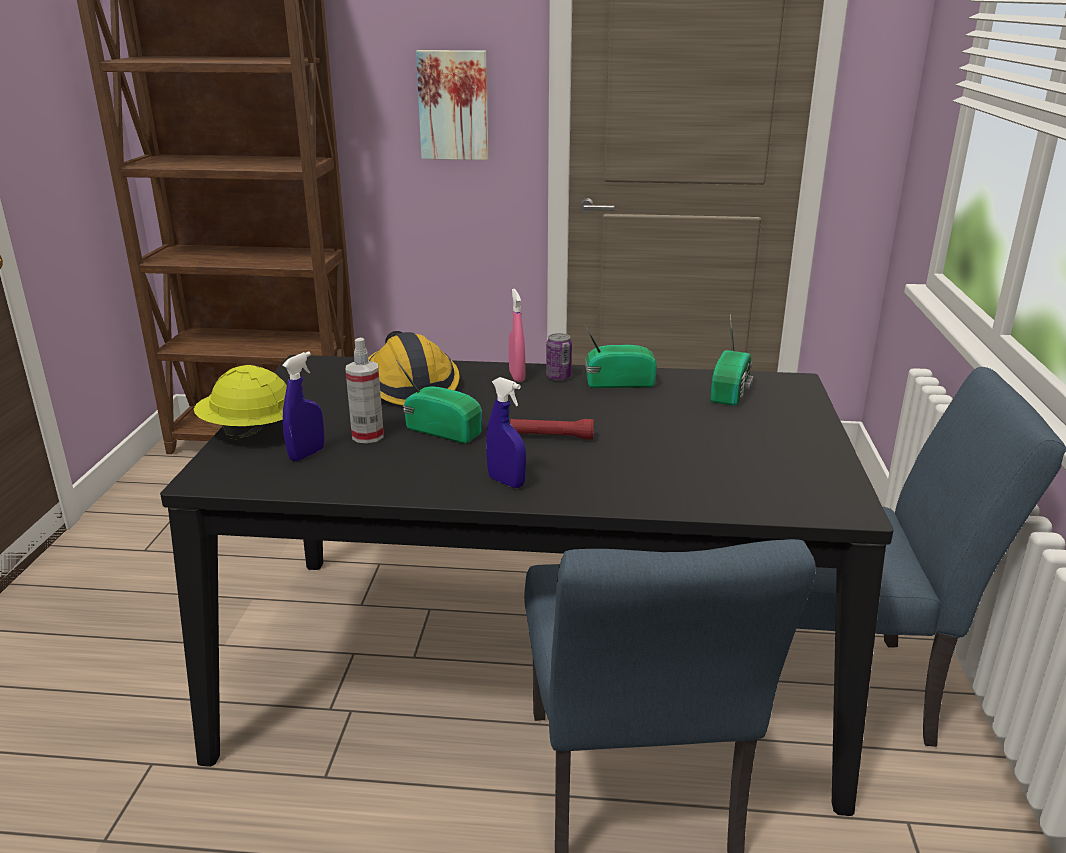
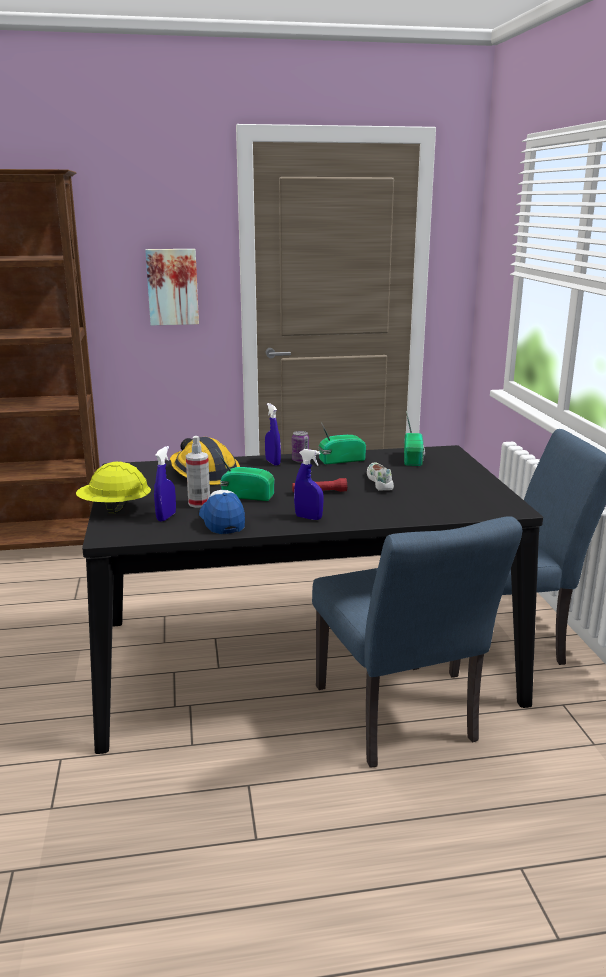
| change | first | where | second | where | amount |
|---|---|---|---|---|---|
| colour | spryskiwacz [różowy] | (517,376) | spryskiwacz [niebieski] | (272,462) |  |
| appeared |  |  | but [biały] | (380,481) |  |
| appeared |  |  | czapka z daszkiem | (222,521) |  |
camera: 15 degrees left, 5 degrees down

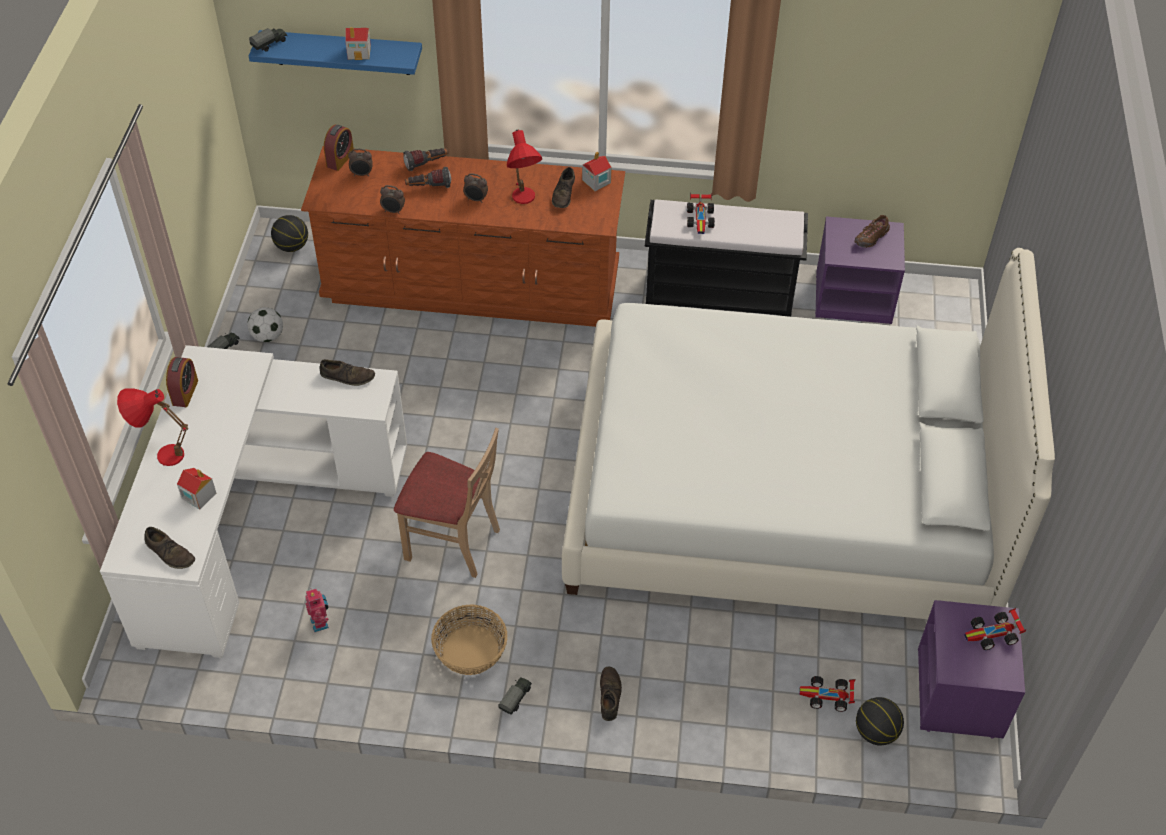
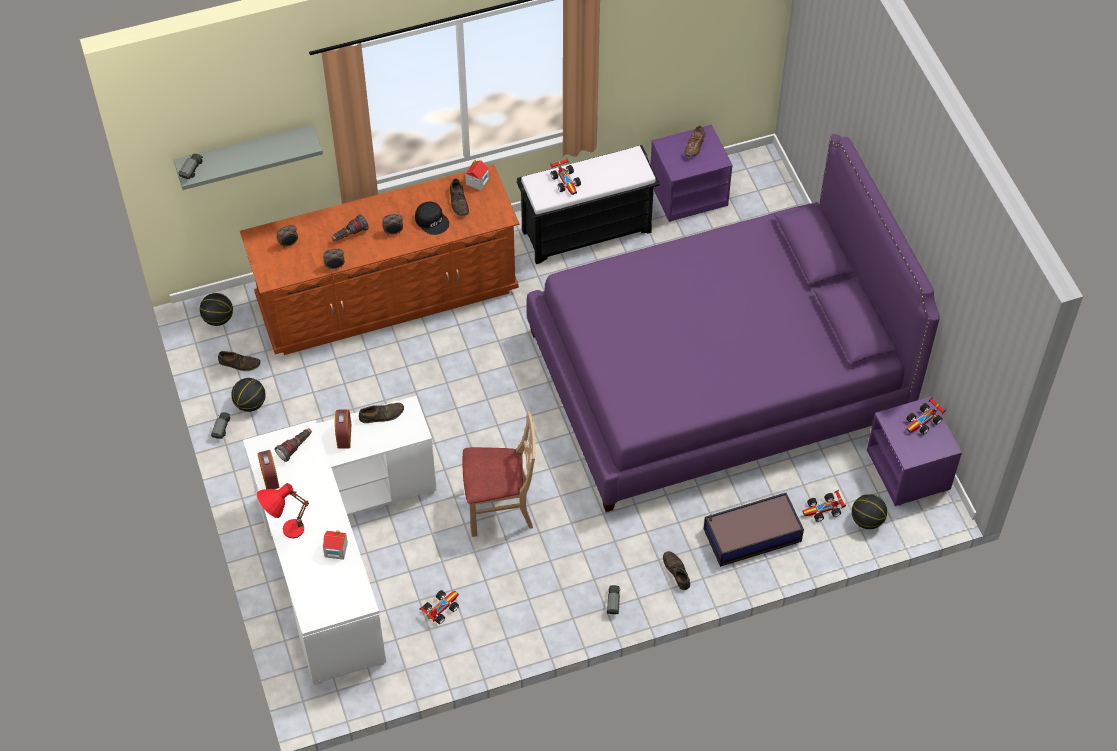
| change | first | where | second | where | amount |
|---|---|---|---|---|---|
| missing | domek | (359,52) |  |  |  |
| colour | półka [niebieski] | (342,52) | półka [szary] | (245,153) |  |
| relocated | budzik | (340,159) |  | (344,435) |  |
| exchanged | lampa stołowa [czerwony] | (524,202) | czapka z daszkiem [czarny] | (432,220) |  |
| relocated | latarka | (426,164) |  | (296,448) |  |
| colour | łóżko [biały] | (782,497) | łóżko [fioletowy] | (718,376) |  |
| exchanged | piłka futbolowa | (267,336) | piłka do koszykówki | (250,404) |  |
| relocated | but [brązowy] | (170,553) |  | (239,363) |  |
| exchanged | robot zabawkowy | (321,623) | samochodzik | (440,608) |  |
| missing | koszyk | (470,651) |  |  |  |
| appeared |  |  | pojemnik do przechowywania | (751,535) |  |
camera: 25 degrees left, 5 degrees up

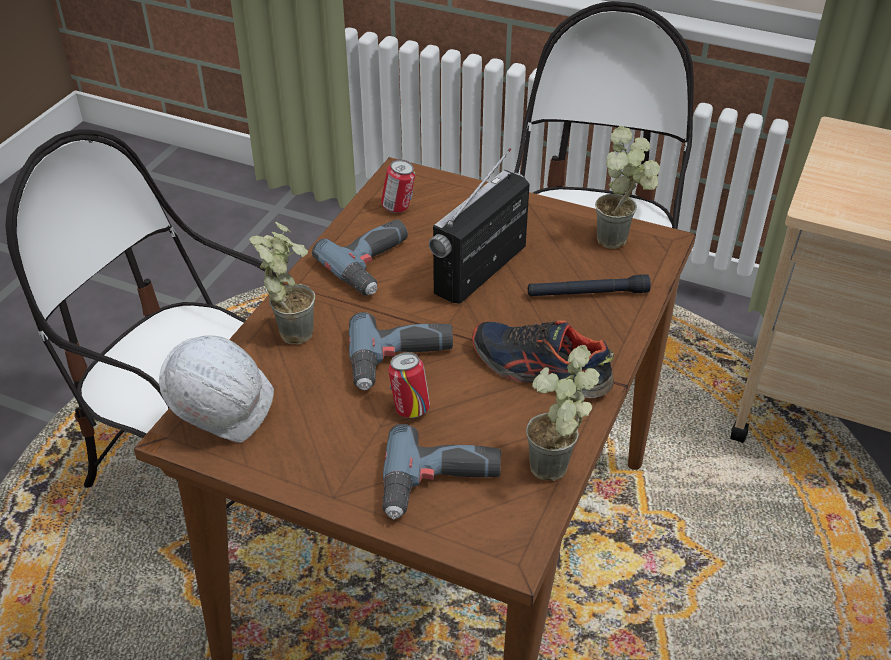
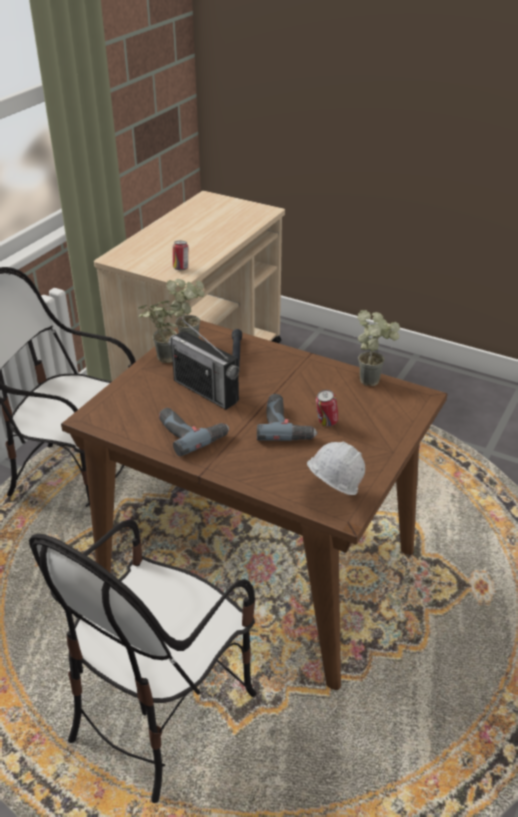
| change | first | where | second | where | amount |
|---|---|---|---|---|---|
| relocated | puszka | (398,208) |  | (181,268) |  |
| relocated | roślina doniczkowa | (290,329) |  | (161,360) |  |
| missing | but | (539,370) |  |  |  |
| missing | wiertarka | (441,485) |  |  |  |
camera: 85 degrees left, 5 degrees down

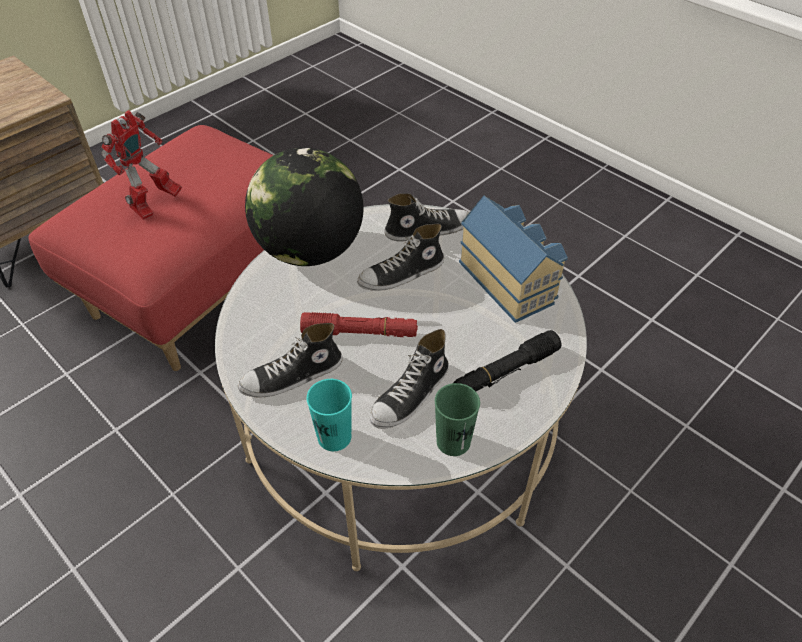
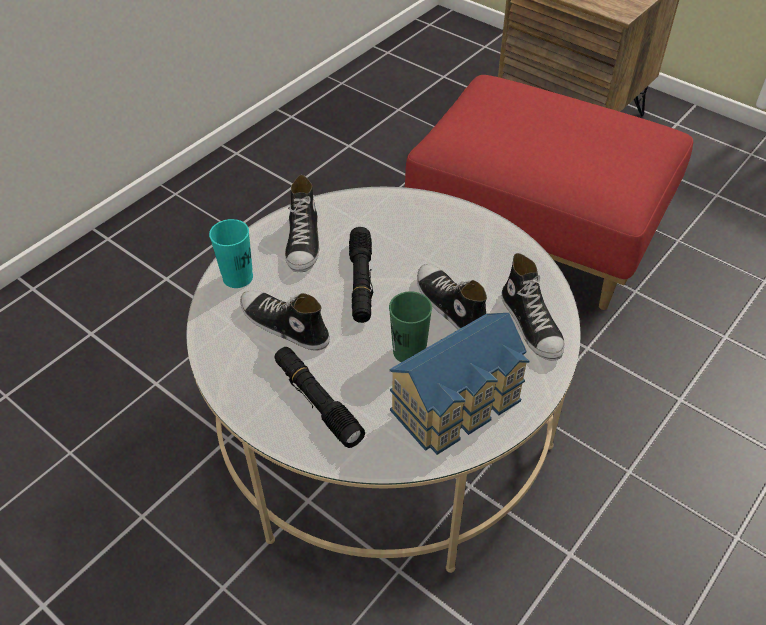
| change | first | where | second | where | amount |
|---|---|---|---|---|---|
| missing | robot zabawkowy | (154,205) |  |  |  |
| missing | globus | (310,250) |  |  |  |
| colour | latarka [czerwony] | (360,333) | latarka [czarny] | (361,282) |  |
| spun | but | (292,377) |  | (303,242) | 150 degrees counterclockwise |
| relocated | filiżanka [zielony] | (453,441) |  | (409,351) |  |
camera: 85 degrees right, 0 degrees up

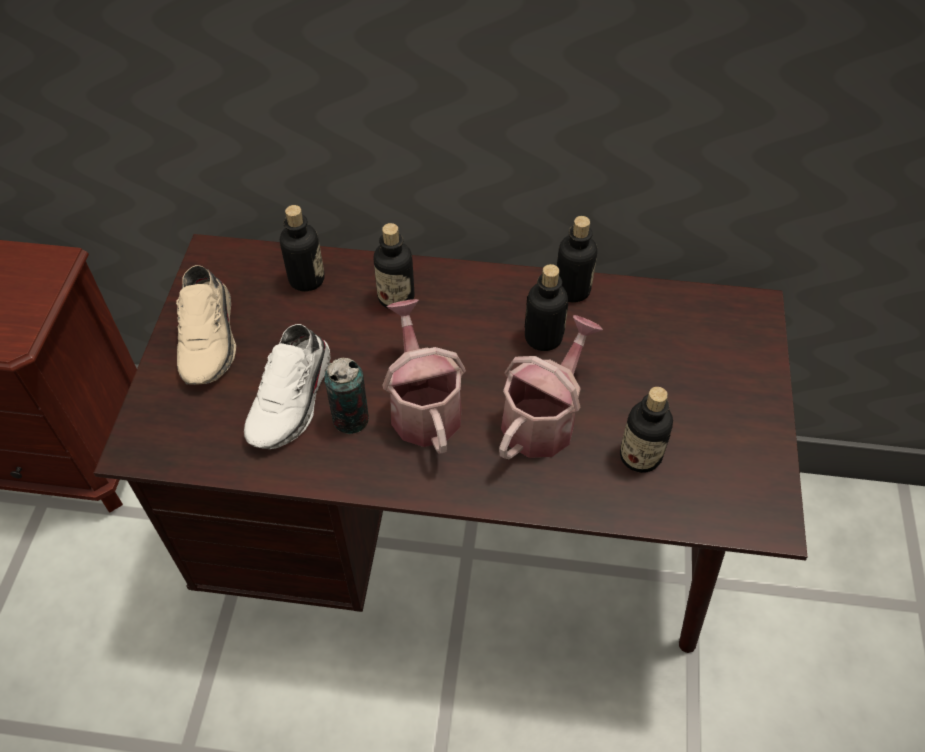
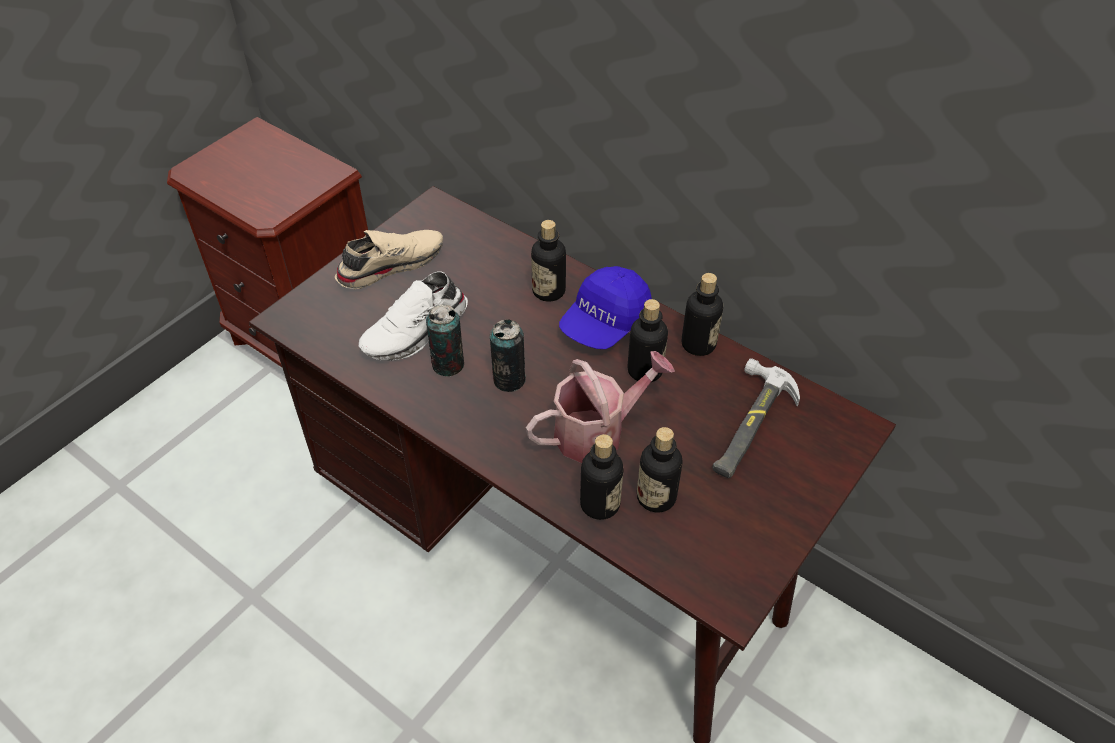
| change | first | where | second | where | amount |
|---|---|---|---|---|---|
| relocated | butelka | (306,279) |  | (600,504) |  |
| spun | but [beżowy] | (210,338) |  | (390,264) | 150 degrees counterclockwise |
| exchanged | konewka | (423,406) | puszka | (509,379) |  |
| appeared |  |  | czapka z daszkiem [niebieski] | (605,323) |  |
| appeared |  |  | młotek | (748,424) |  |
camera: 30 degrees right, 5 degrees down

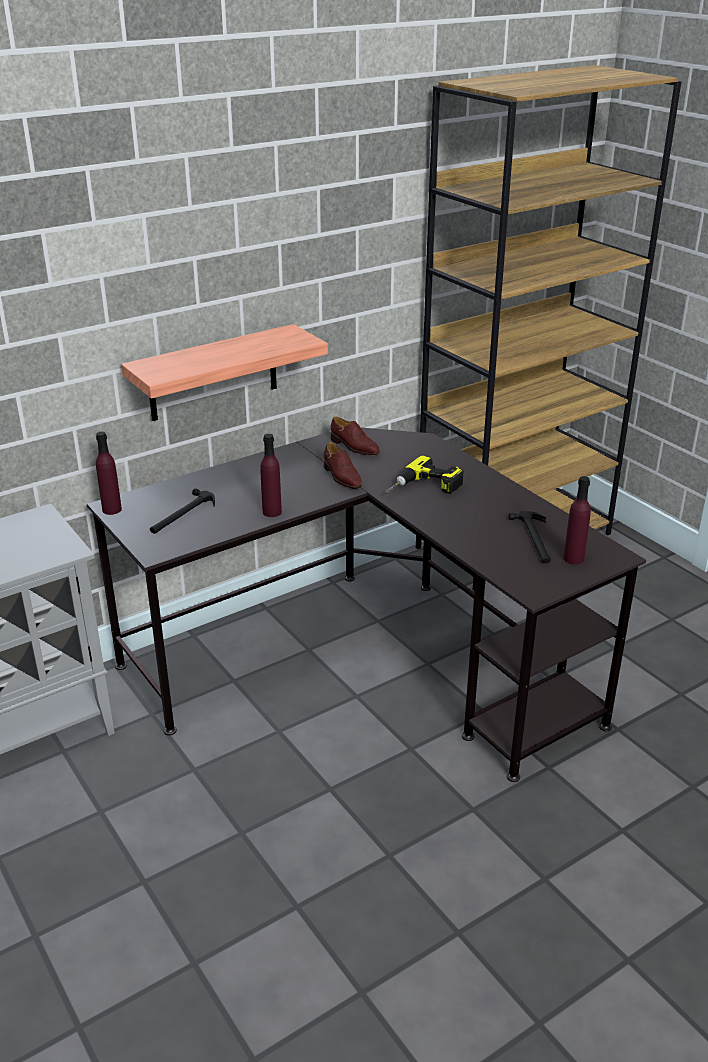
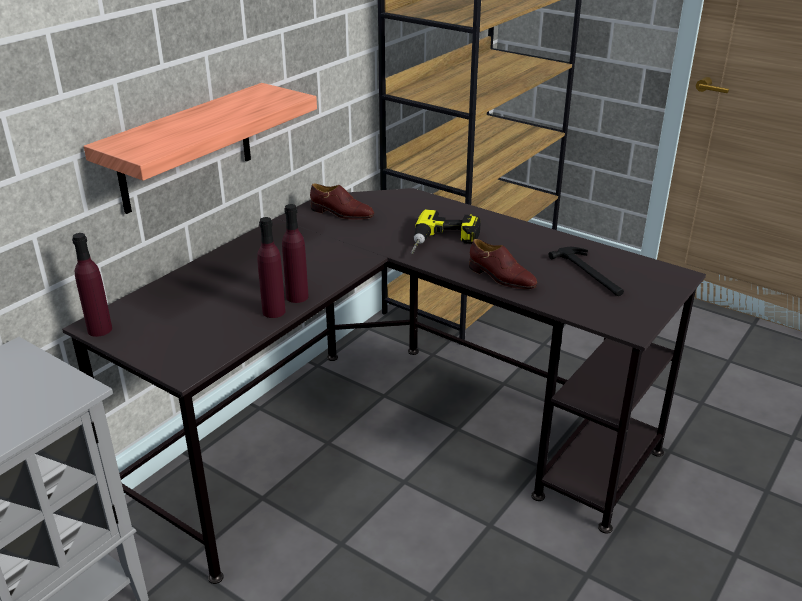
| change | first | where | second | where | amount |
|---|---|---|---|---|---|
| relocated | but [brązowy] | (341,477) |  | (501,277) |  |
| relocated | butelka [fioletowy] | (573,558) |  | (274,311) |  |
| missing | młotek | (182,515) |  |  |  |
camera: 20 degrees left, 0 degrees up

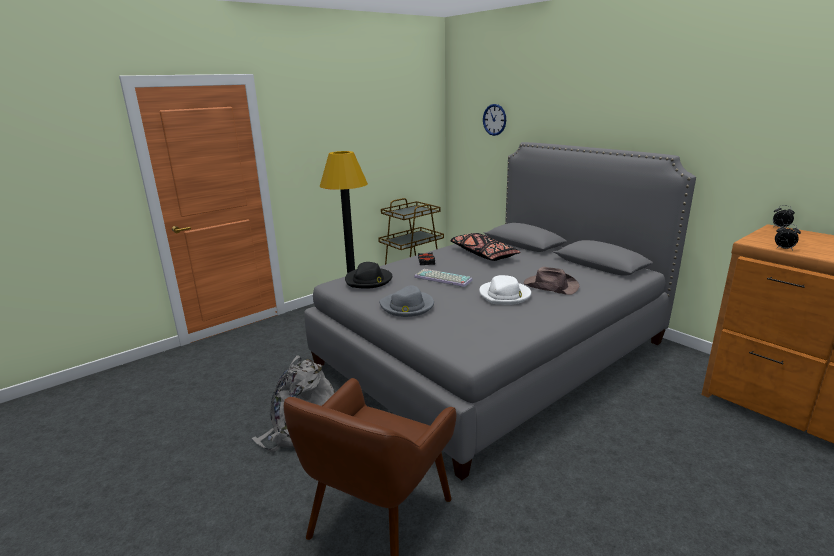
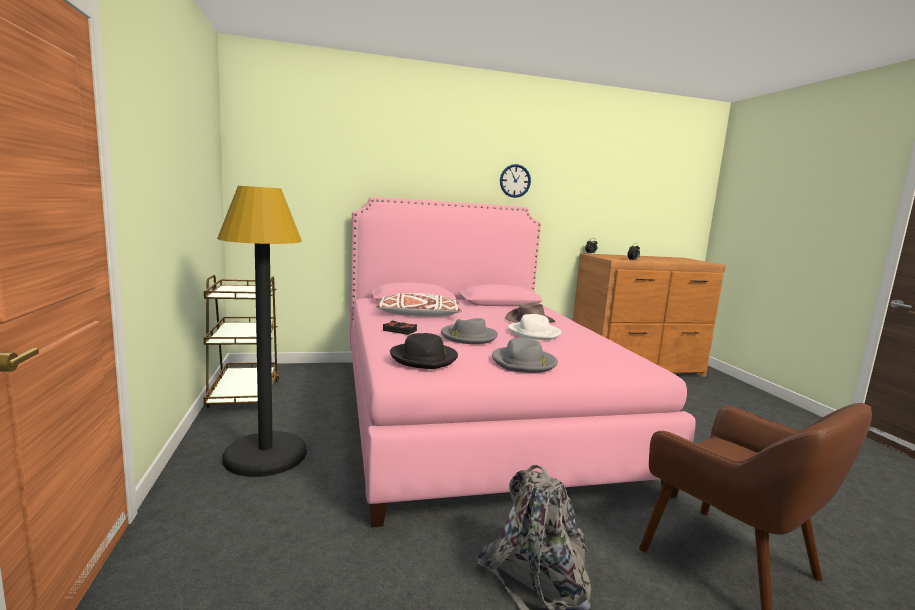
| change | first | where | second | where | amount |
|---|---|---|---|---|---|
| relocated | zegar ścienny | (494,119) |  | (515,181) |  |
| colour | łóżko [szary] | (492,352) | łóżko [różowy] | (473,414) |  |
| colour | poduszka [czarny] | (482,254) | poduszka [biały] | (418,315) |  |
| exchanged | klawiatura | (441,279) | kapelusz [szary] | (468,337) |  |
camera: 65 degrees left, 10 degrees down

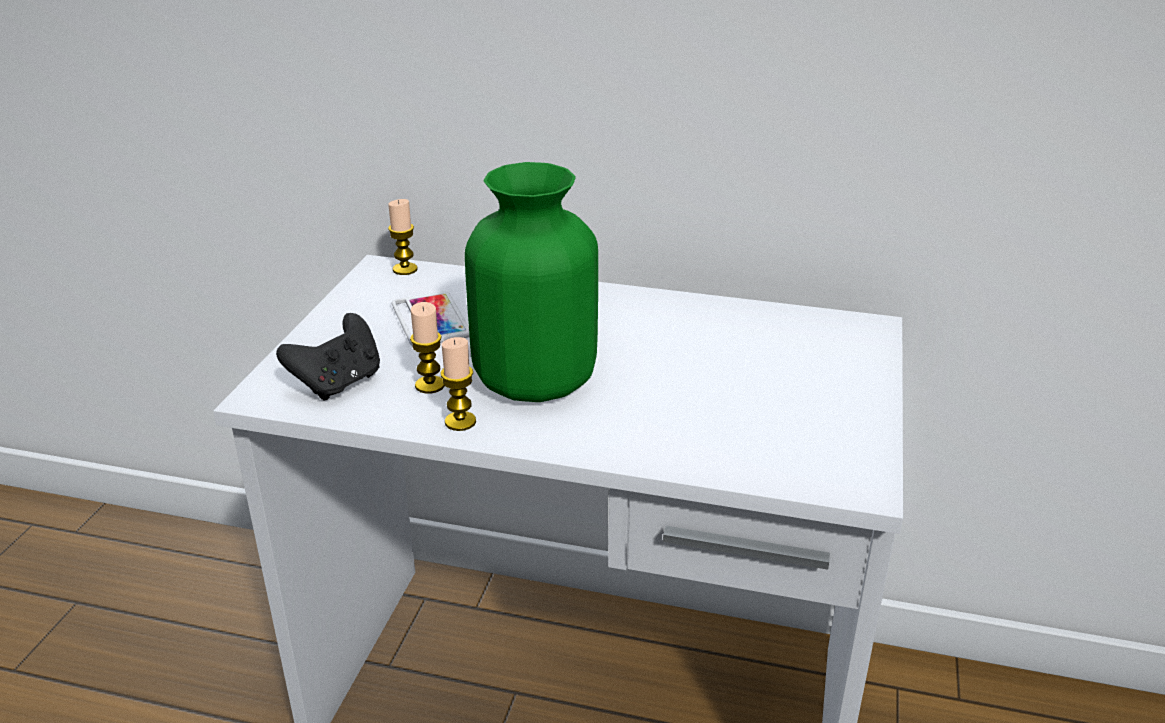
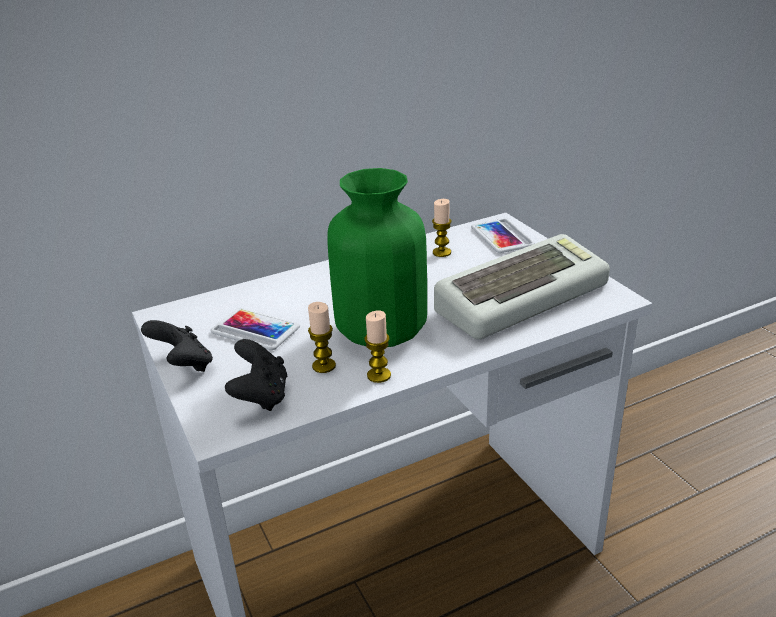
| change | first | where | second | where | amount |
|---|---|---|---|---|---|
| relocated | świeca | (405,269) |  | (441,252) |  |
| appeared |  |  | telefon | (502,236) |  |
| appeared |  |  | klawiatura | (521,296) |  |
| appeared |  |  | pad do gier [czarny] | (184,365) |  |
camera: 40 degrees left, 0 degrees up

